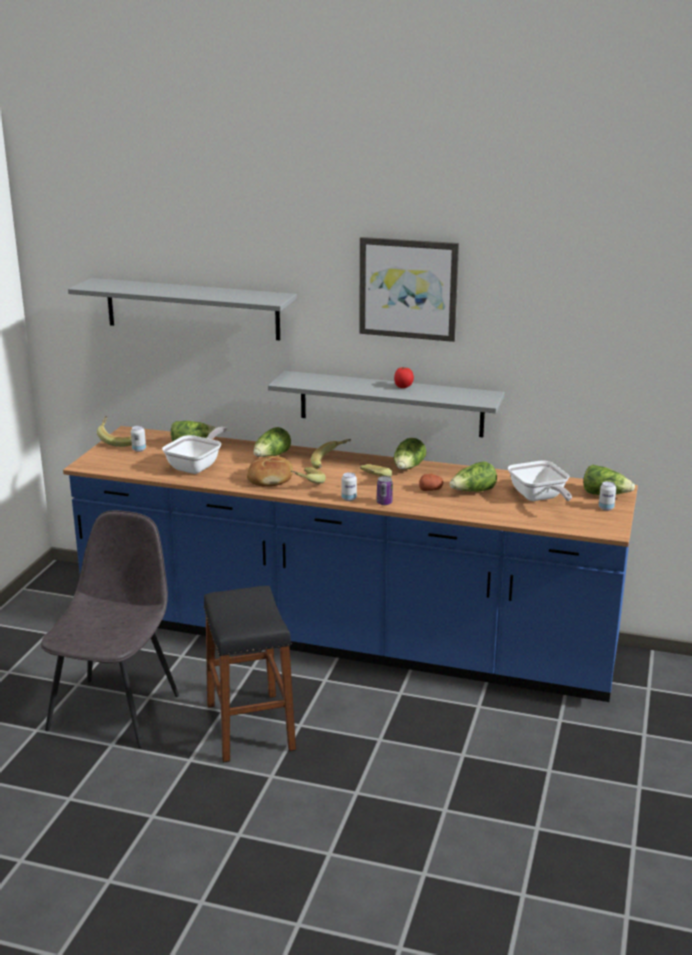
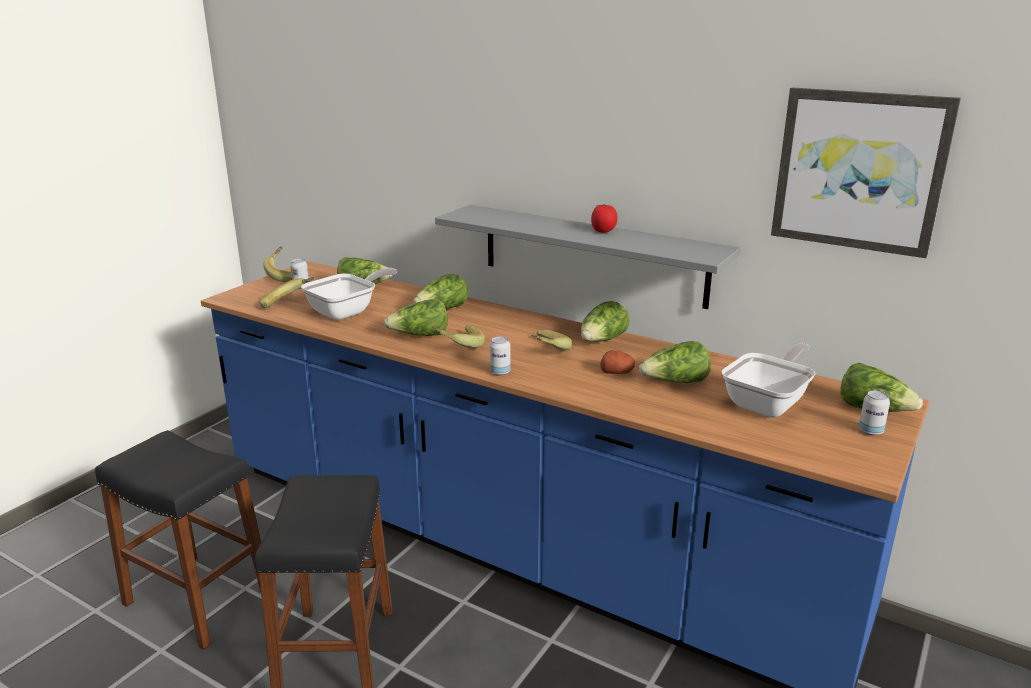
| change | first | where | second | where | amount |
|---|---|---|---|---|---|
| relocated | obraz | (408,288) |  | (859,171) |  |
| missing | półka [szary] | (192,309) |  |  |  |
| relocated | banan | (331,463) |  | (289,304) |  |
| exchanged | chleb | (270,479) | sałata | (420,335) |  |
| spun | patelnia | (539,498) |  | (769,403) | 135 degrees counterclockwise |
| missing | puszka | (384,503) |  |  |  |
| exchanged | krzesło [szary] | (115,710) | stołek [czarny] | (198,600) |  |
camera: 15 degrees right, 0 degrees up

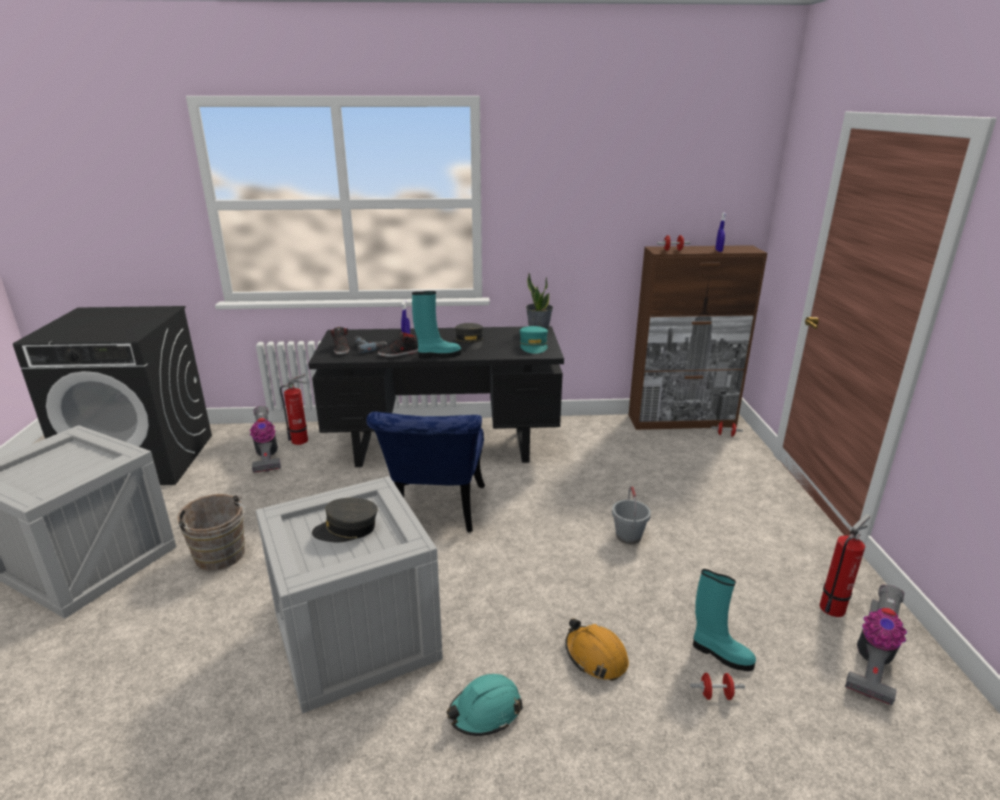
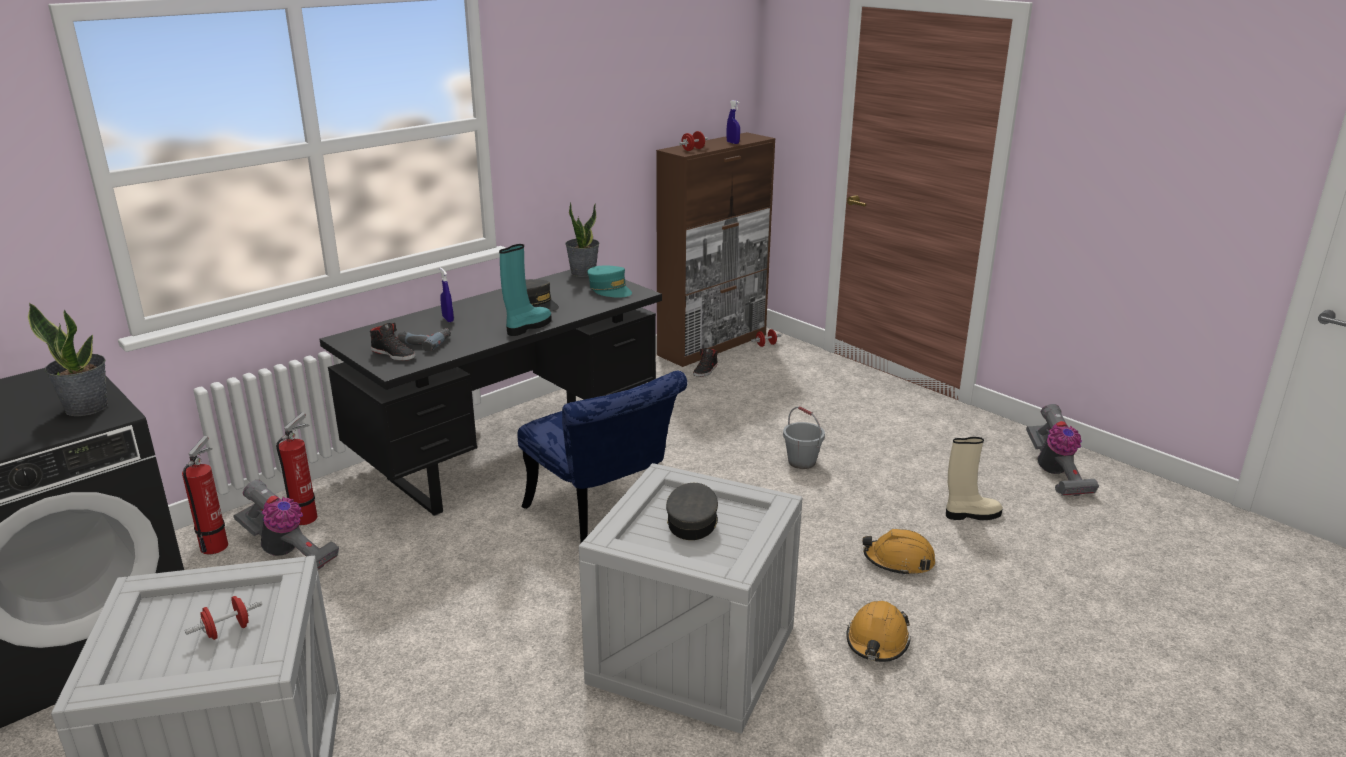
| change | first | where | second | where | amount |
|---|---|---|---|---|---|
| relocated | but [czarny] | (398,353) |  | (705,370) |  |
| missing | wiadro [brązowy] | (221,557) |  |  |  |
| spun | czapka z daszkiem [szary] | (347,529) |  | (692,522) | 150 degrees clockwise |
| relocated | gaśnica | (834,606) |  | (216,544) |  |
| colour | but z cholewką [turkusowy] | (720,654) | but z cholewką [beżowy] | (971,514) |  |
| relocated | hantel [czerwony] | (715,695) |  | (227,631) |  |
| colour | kask [turkusowy] | (485,712) | kask [pomarańczowy] | (877,641) |  |
| appeared |  |  | roślina doniczkowa | (87,407) |  |
camera: 40 degrees left, 0 degrees up

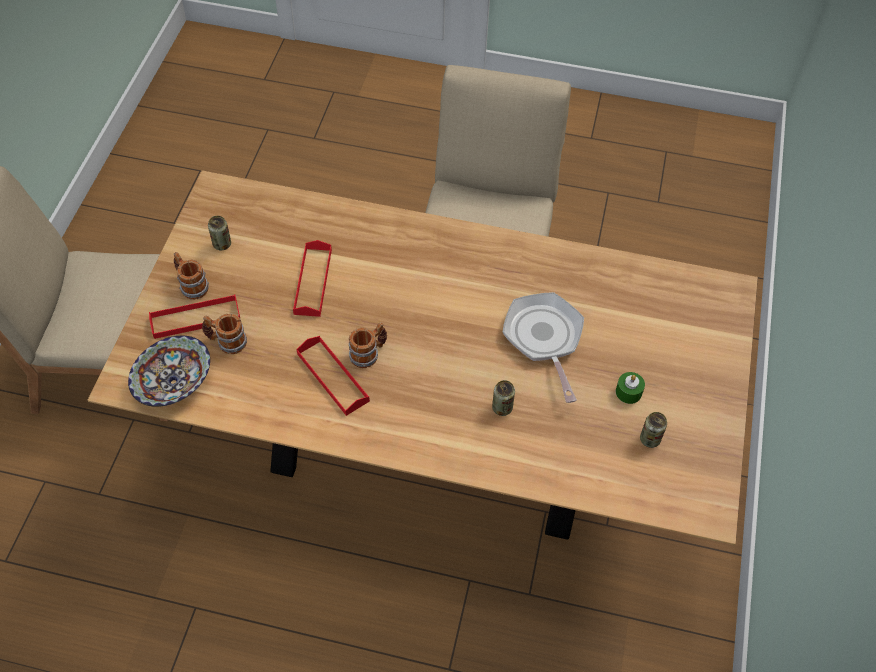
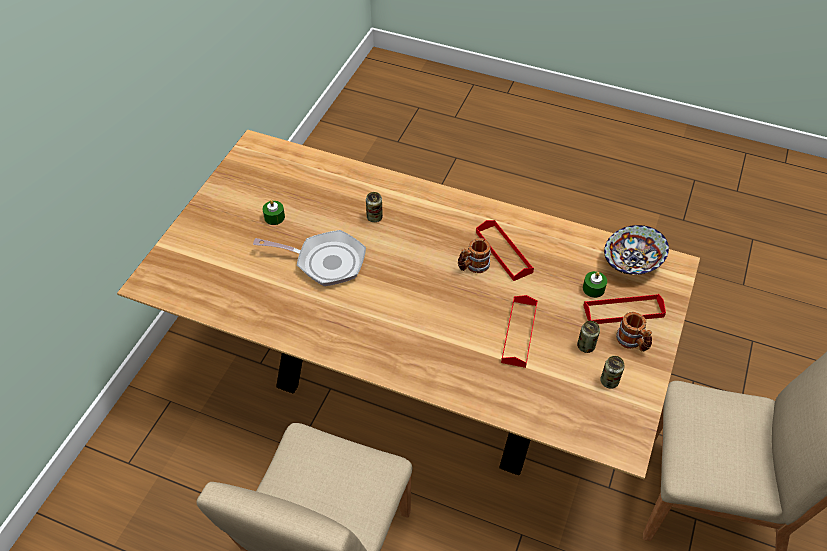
| change | first | where | second | where | amount |
|---|---|---|---|---|---|
| spun | patelnia | (544,339) |  | (325,262) | 75 degrees counterclockwise |
| exchanged | kubek | (226,342) | świeca [zielony] | (593,289) |  |
| relocated | puszka | (650,439) |  | (585,346) |  |
camera: 170 degrees left, 5 degrees down

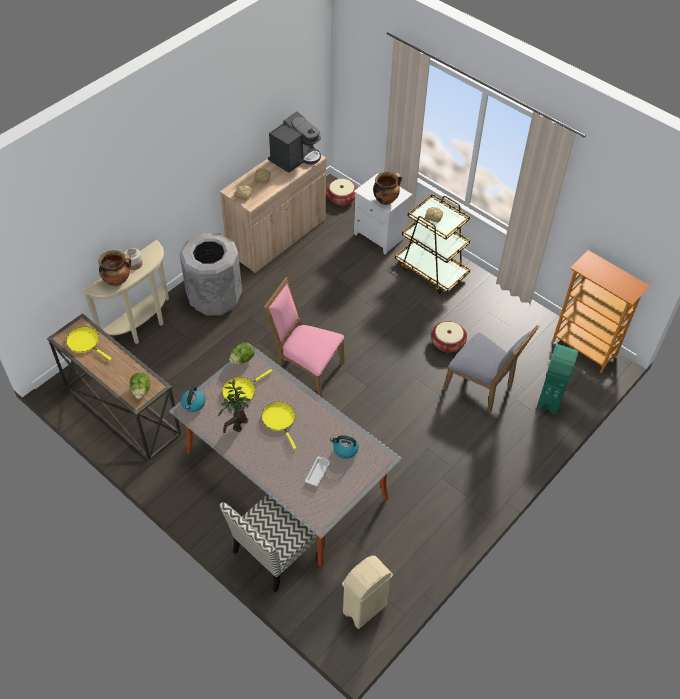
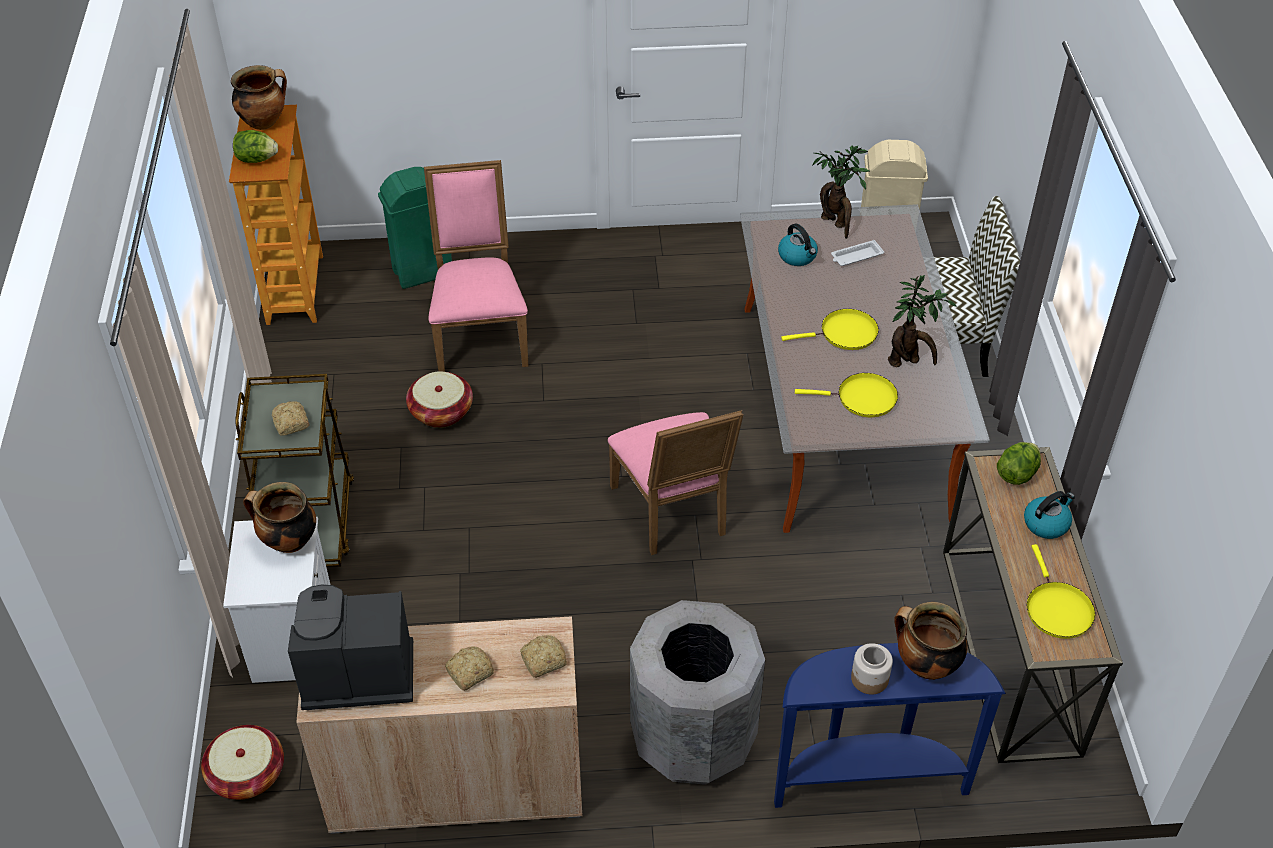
| change | first | where | second | where | amount |
|---|---|---|---|---|---|
| colour | stolik konsolowy [beżowy] | (142,326) | stolik konsolowy [niebieski] | (867,778) |  |
| colour | krzesło [szary] | (482,388) | krzesło [różowy] | (480,335) |  |
| relocated | sałata | (242,359) |  | (256,159) |  |
| relocated | czajnik | (193,404) |  | (1046,523) |  |
| spun | patelnia [żółty] | (280,420) |  | (844,334) | 120 degrees counterclockwise |
| appeared |  |  | garnek | (264,122) |  |
| appeared |  |  | roślina doniczkowa | (836,223) |  |
camera: 135 degrees left, 5 degrees down

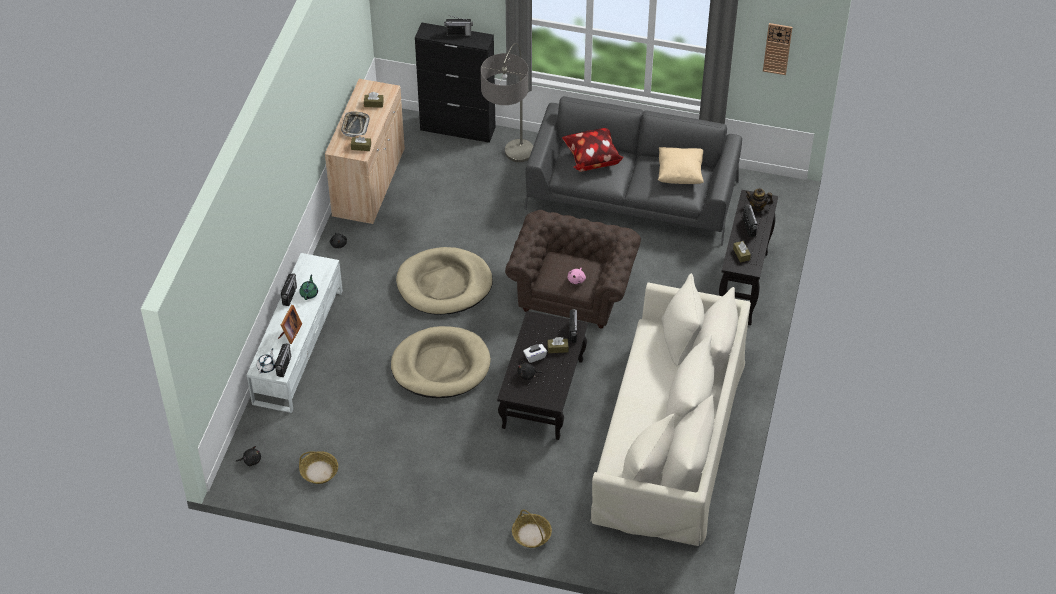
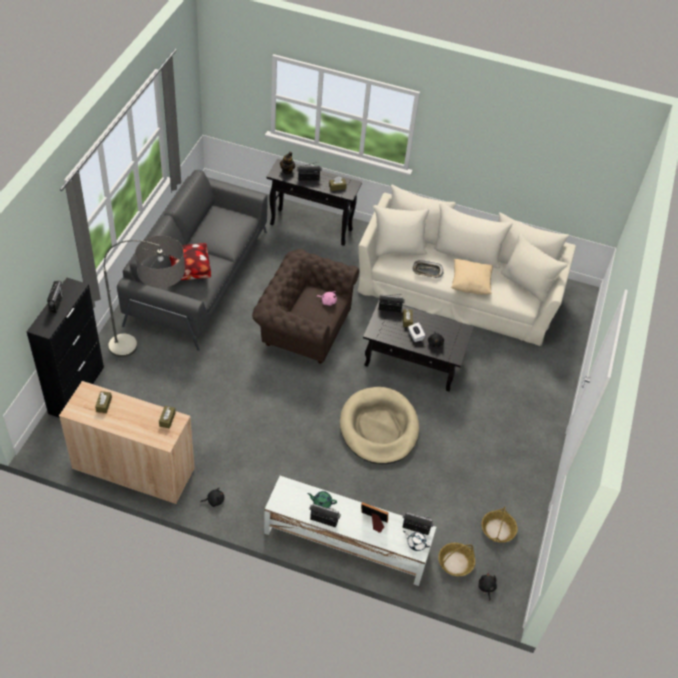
| change | first | where | second | where | amount |
|---|---|---|---|---|---|
| missing | zegar ścienny | (777,48) |  |  |  |
| relocated | taca | (355,126) |  | (427,271) |  |
| relocated | poduszka [beżowy] | (680,174) |  | (470,284) |  |
| missing | legowisko [beżowy] | (444,284) |  |  |  |
| relocated | koszyk | (531,535) |  | (455,563) |  |
camera: 90 degrees left, 0 degrees up

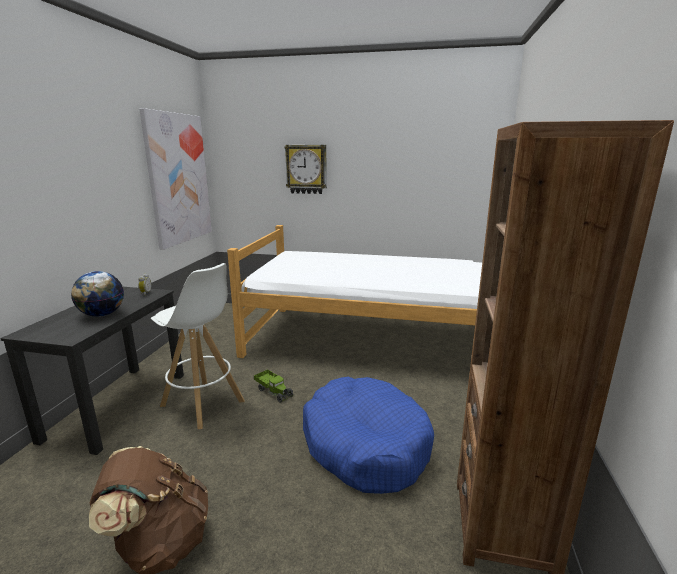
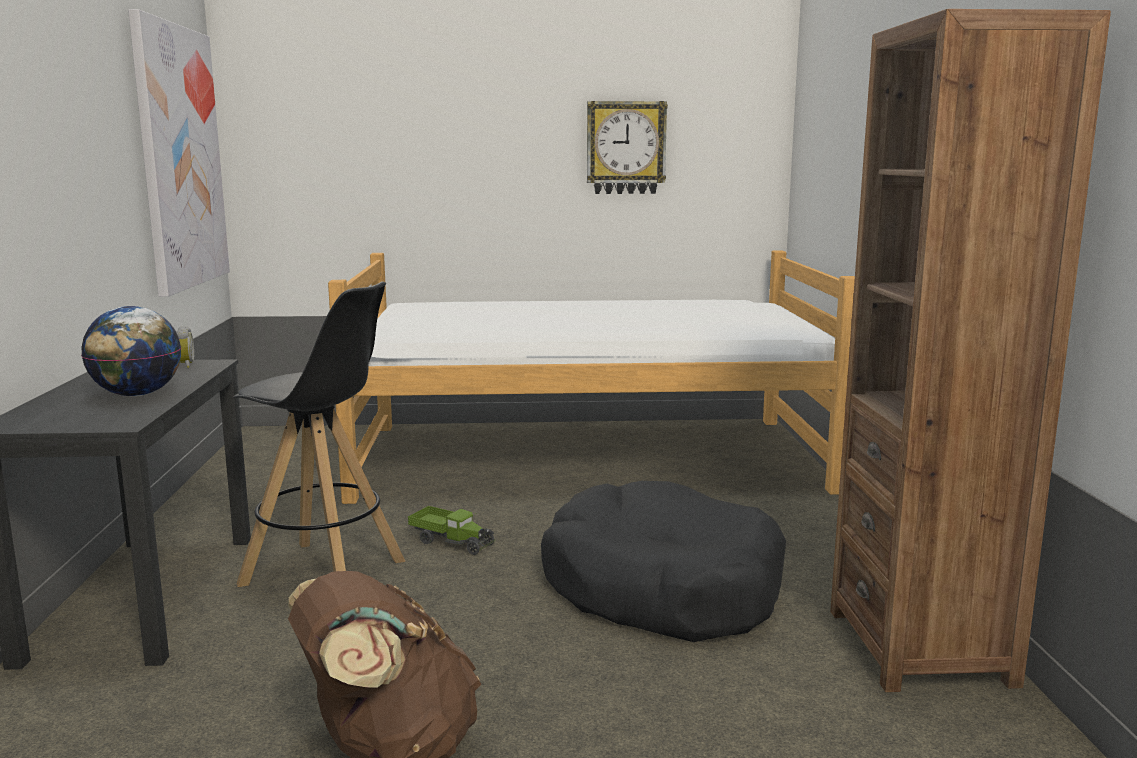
| change | first | where | second | where | amount |
|---|---|---|---|---|---|
| relocated | zegar ścienny | (306,169) |  | (626,148) |  |
| colour | stołek [biały] | (203,404) | stołek [czarny] | (325,573) |  |
| colour | legowisko [niebieski] | (365,444) | legowisko [czarny] | (661,588) |  |
camera: 15 degrees left, 5 degrees down

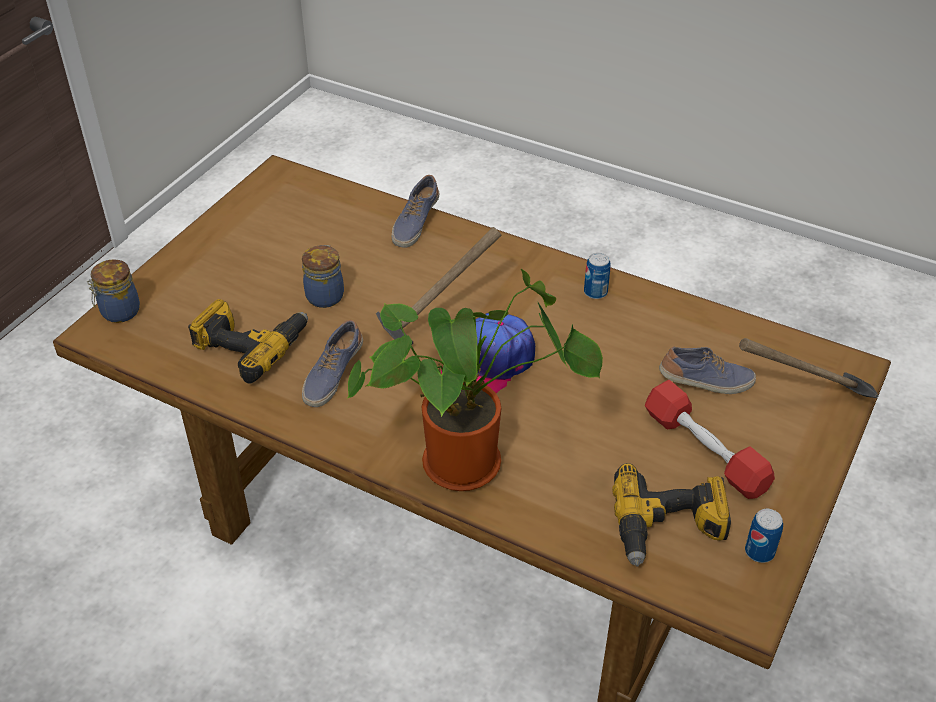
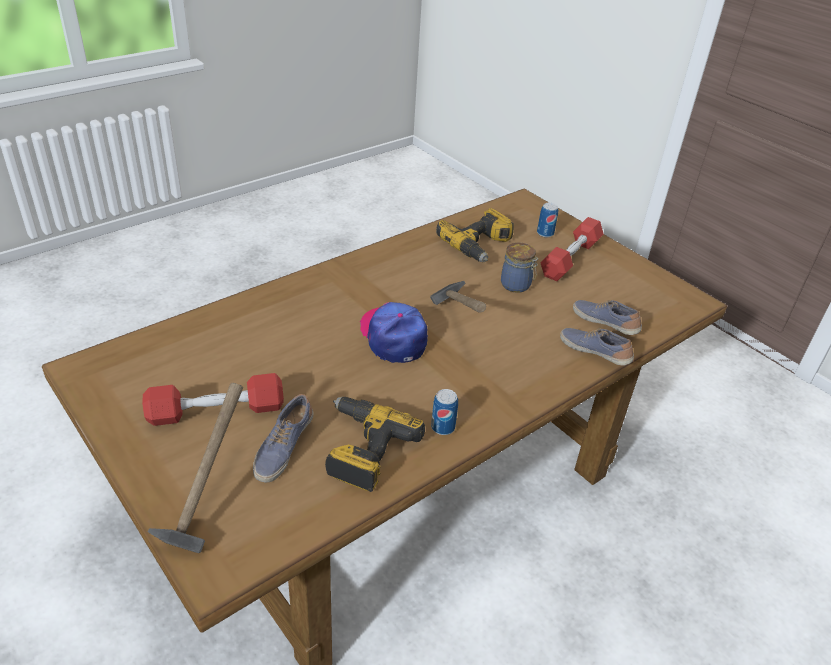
| change | first | where | second | where | amount |
|---|---|---|---|---|---|
| missing | słoik | (119,312) |  |  |  |
| missing | roślina doniczkowa | (469,460) |  |  |  |
| relocated | but | (332,375) |  | (605,323) |  |
| relocated | wiertarka | (668,528) |  | (363,450) |  |
| relocated | puszka | (759,552) |  | (545,233) |  |
| appeared |  |  | hantel [czerwony] | (570,258) |  |
camera: 110 degrees right, 5 degrees down

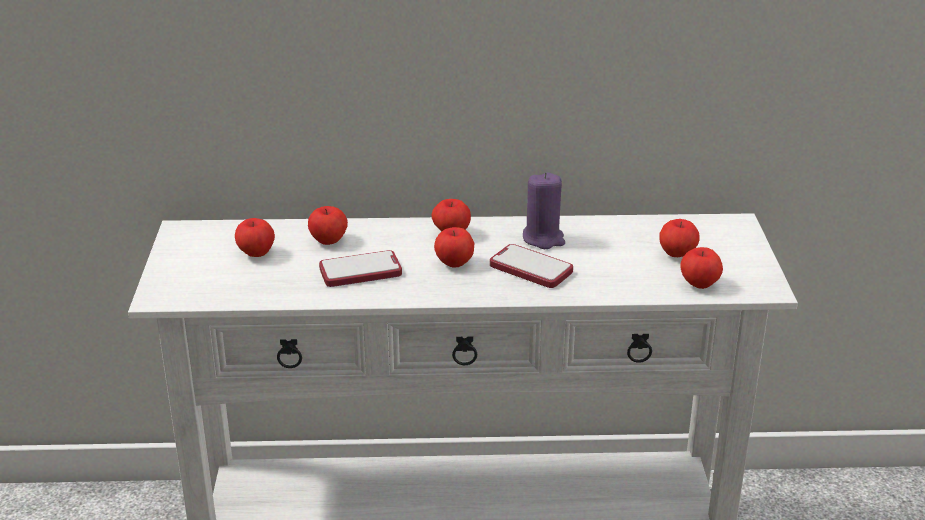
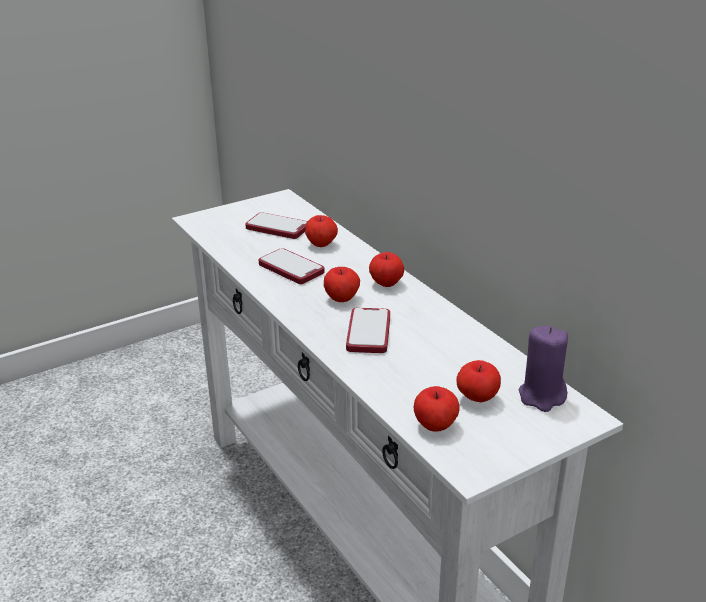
| change | first | where | second | where | amount |
|---|---|---|---|---|---|
| relocated | świeca [fioletowy] | (543,238) |  | (542,396) |  |
| exchanged | jabłko | (256,253) | telefon | (277,227) |  |
camera: 60 degrees right, 0 degrees up

